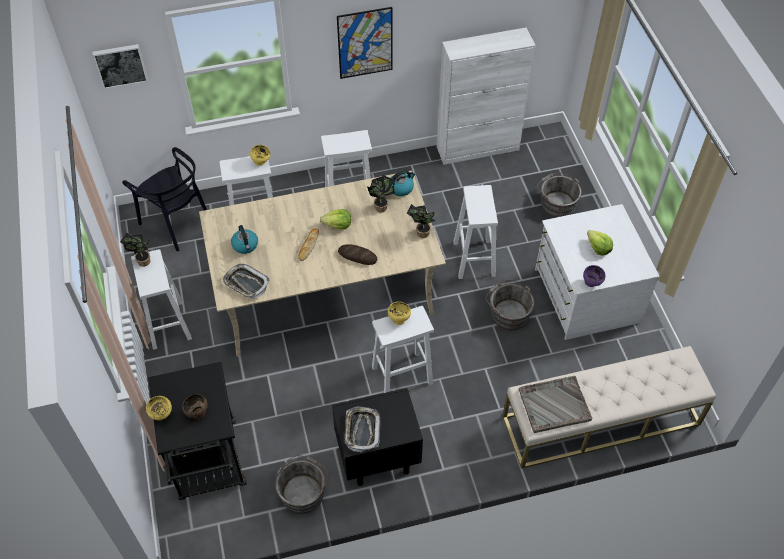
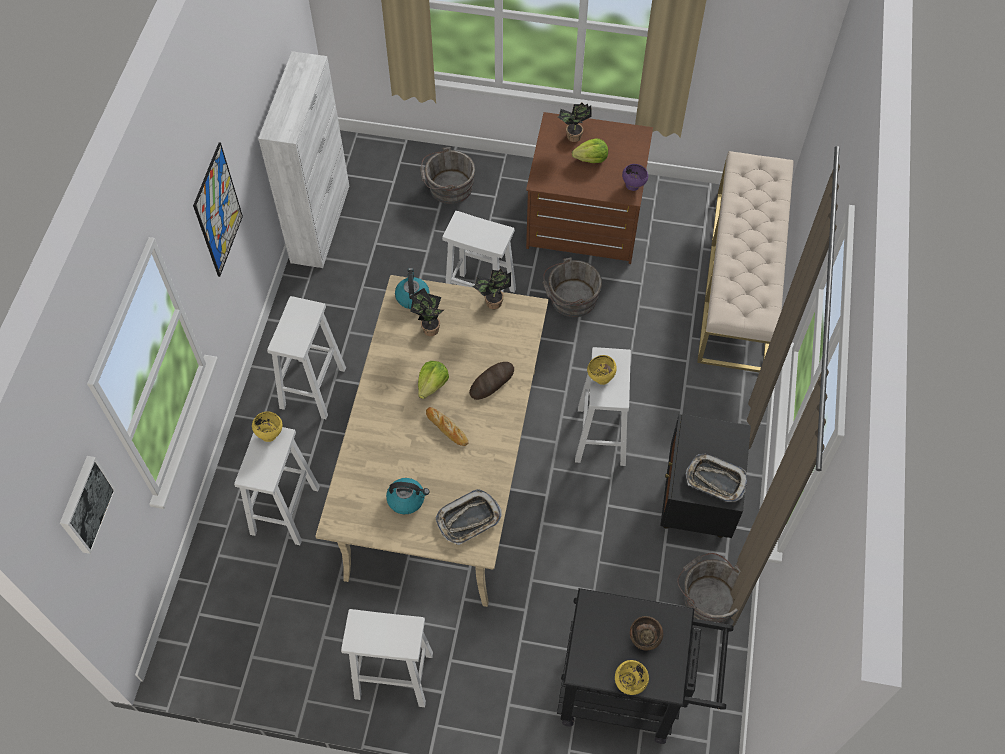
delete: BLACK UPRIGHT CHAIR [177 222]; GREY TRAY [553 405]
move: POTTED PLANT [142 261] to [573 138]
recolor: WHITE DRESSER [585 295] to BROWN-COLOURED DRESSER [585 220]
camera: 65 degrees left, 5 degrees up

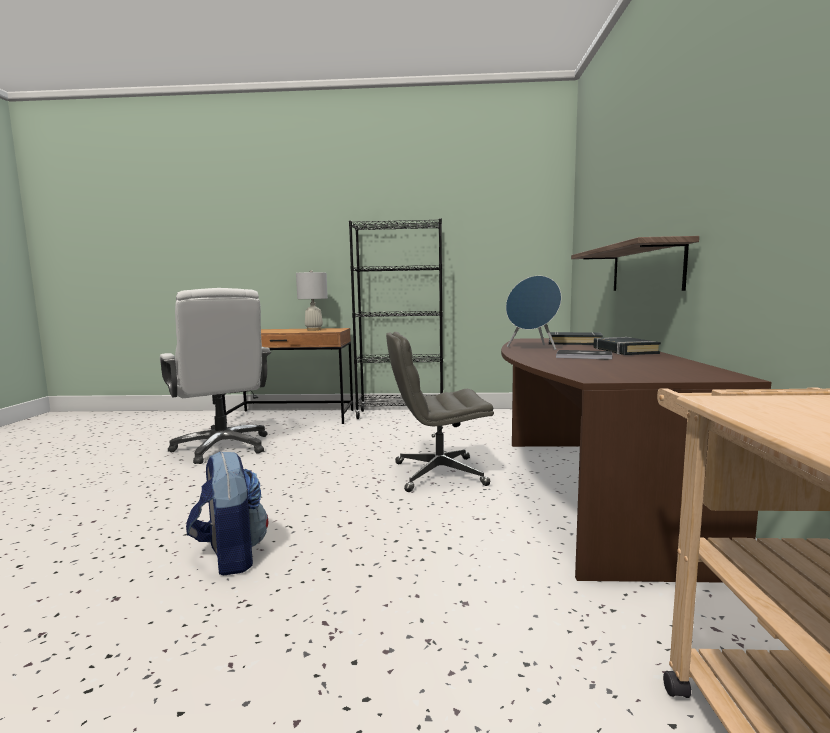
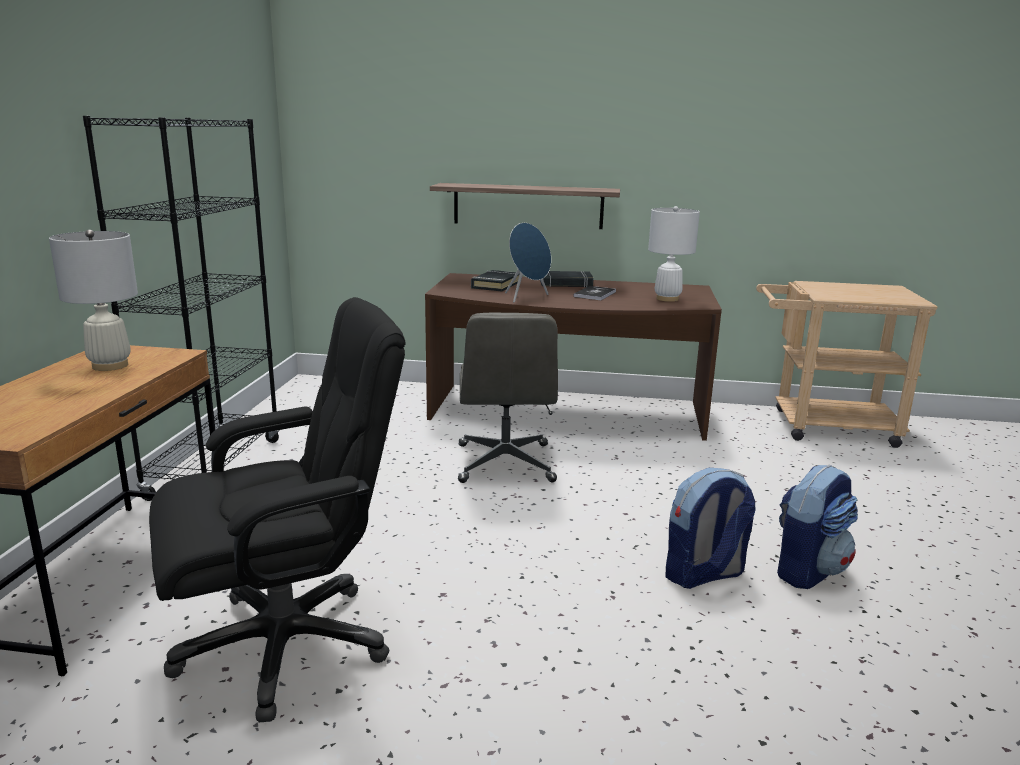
insert: WHITE TABLETOP LAMP [667 299]; BACKPACK [807 570]
recolor: WHITE COMPUTER CHAIR [223 447] to BLACK COMPUTER CHAIR [286 644]
camera: 85 degrees left, 10 degrees up

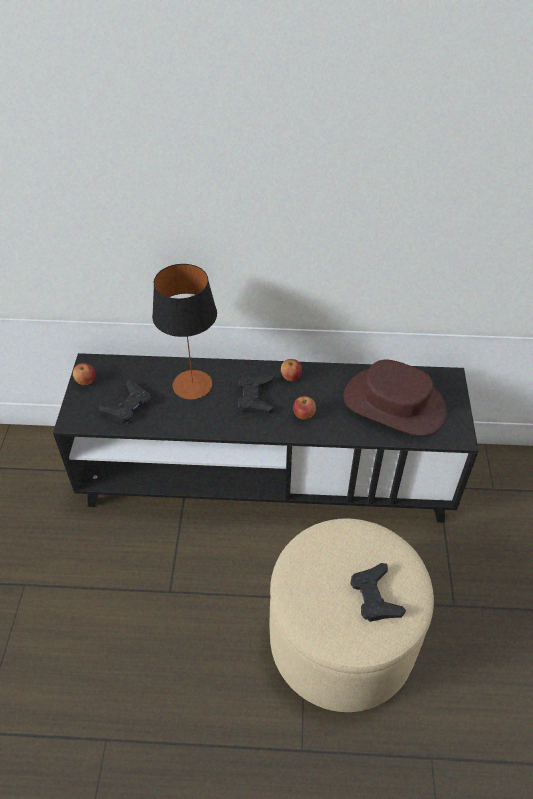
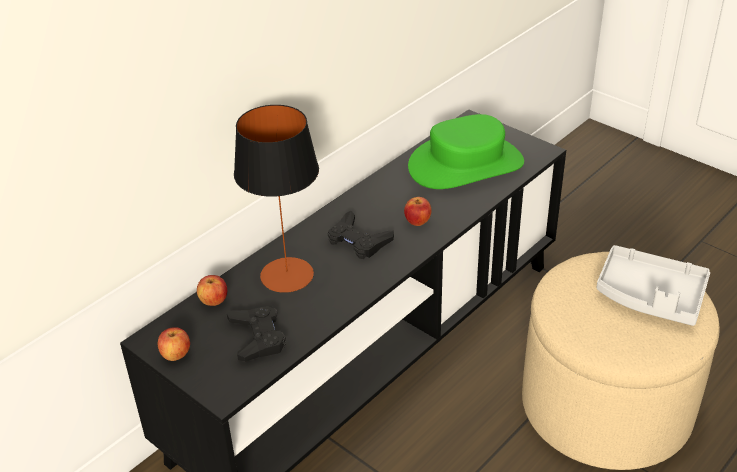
move: APPLE [291 377] to [214 301]
replace: BLACK JOYPAD [375 596] to GREY TRAY [650 296]
recolor: BROWN-COLOURED HAT [394 403] to GREEN HAT [466 164]
camera: 50 degrees left, 10 degrees down

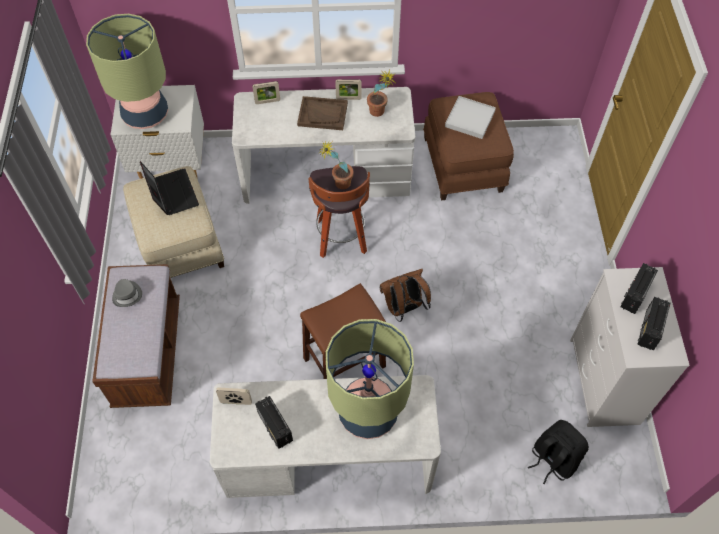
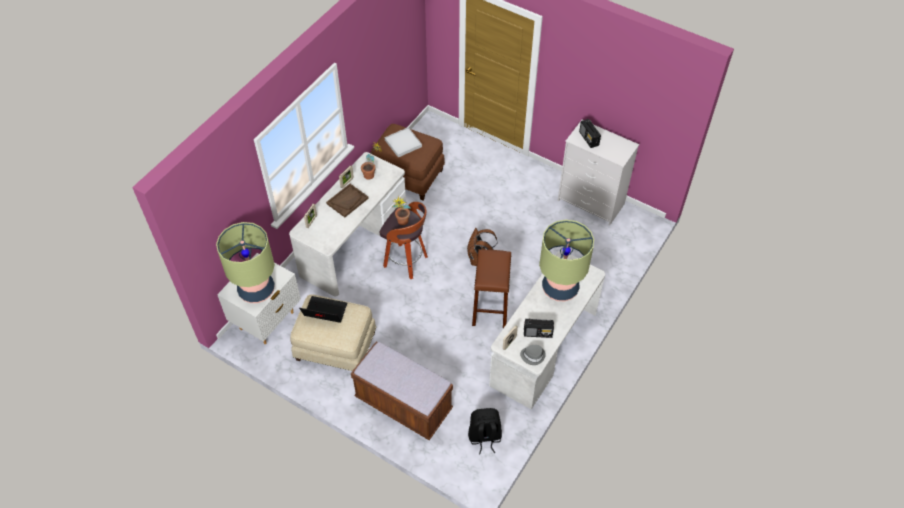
delete: RADIO [649 330]
move: GREY HAT [127 295] to [533 355]; BLACK BACKPACK [552 459] to [484 437]
camera: 55 degrees left, 5 degrees down

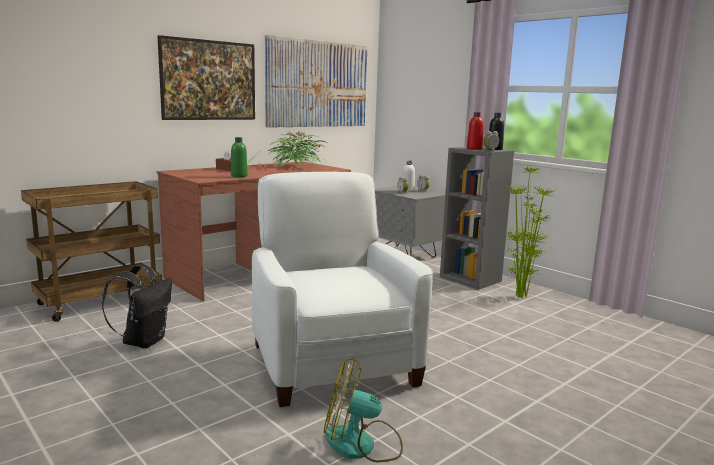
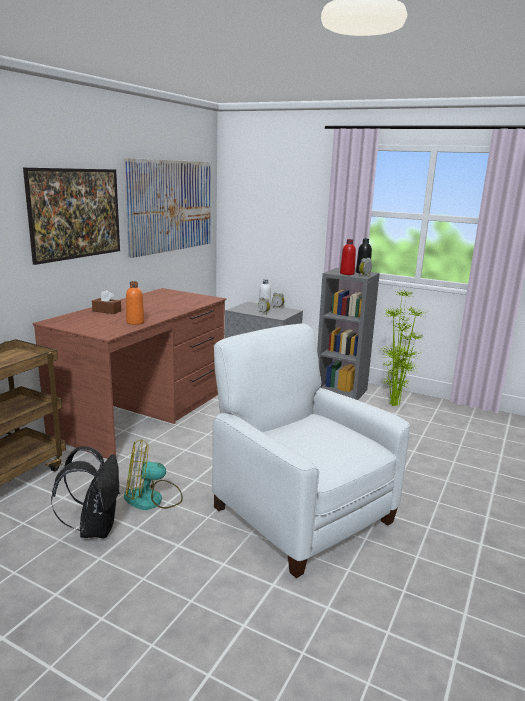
delete: POTTED PLANT [296 166]
move: FAN [361 444] to [152 499]
recolor: GREEN BEVERAGE BOTTLE [239 176] to ORANGEY BEVERAGE BOTTLE [135 322]
camera: 20 degrees left, 5 degrees up

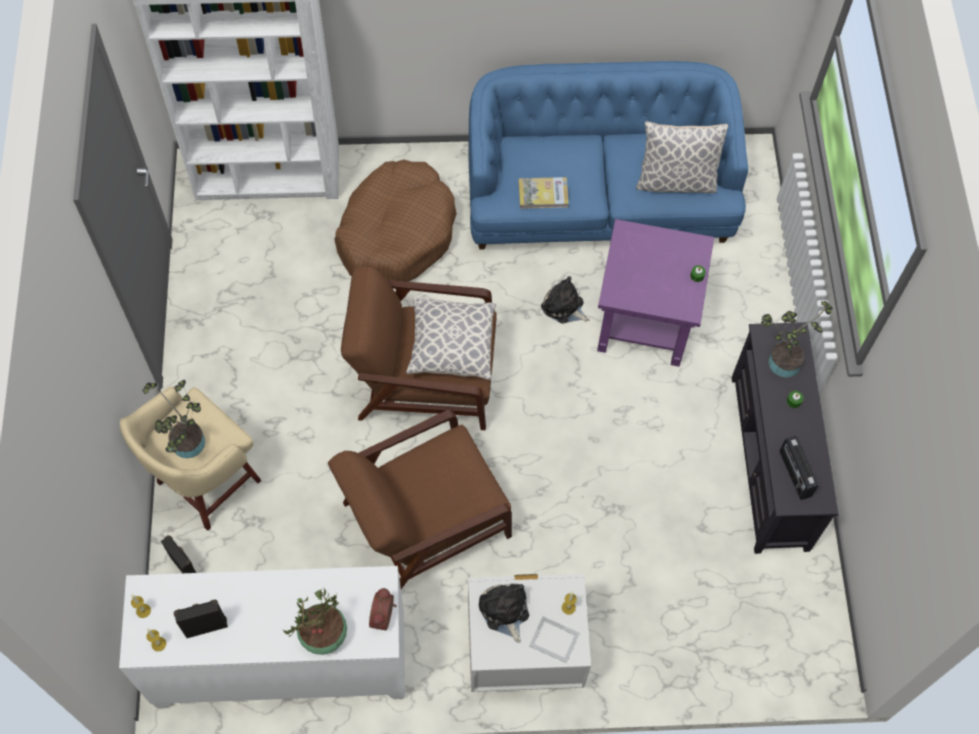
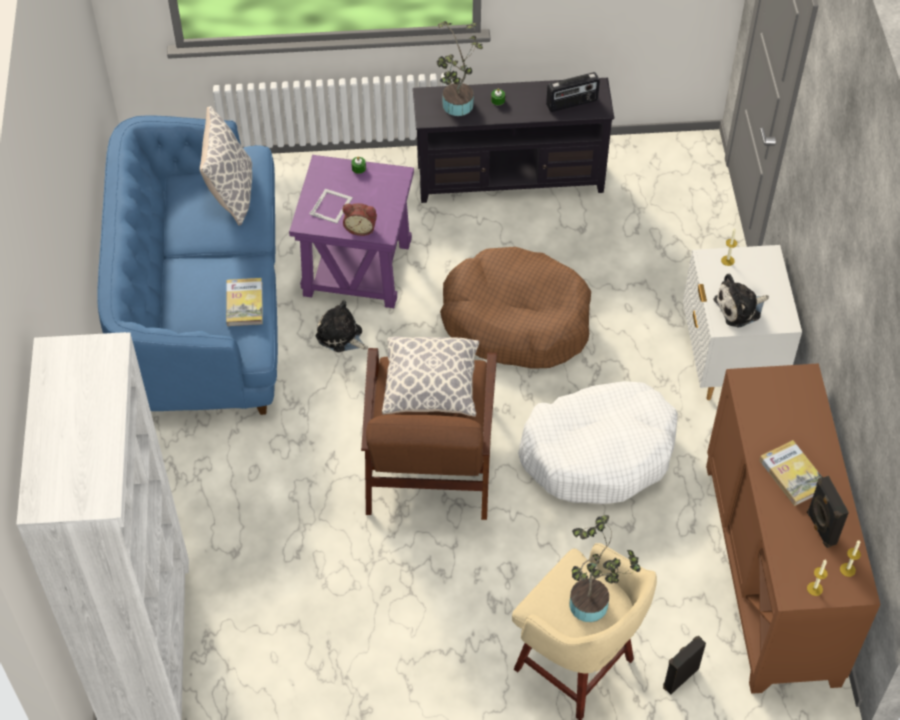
delete: POTTED PLANT [323 637]
insert: BOUND BOOK [793 475]
move: BROWN-COLOURED PET BED [396 232] to [516 321]; TABLE CLOCK [384 616] to [360 228]; STANDING FRAME [554 640] to [331 206]
replace: BROWN-COLOURED LOUNGE CHAIR [424 520] to WHITE PET BED [599 452]
recolor: WHITE CUPBOARD [281 663] to BROWN-COLOURED CUPBOARD [772 572]
rotate: PLUSH TOY [564 307] = [341 336] 90 degrees clockwise
camera: 90 degrees left, 10 degrees down

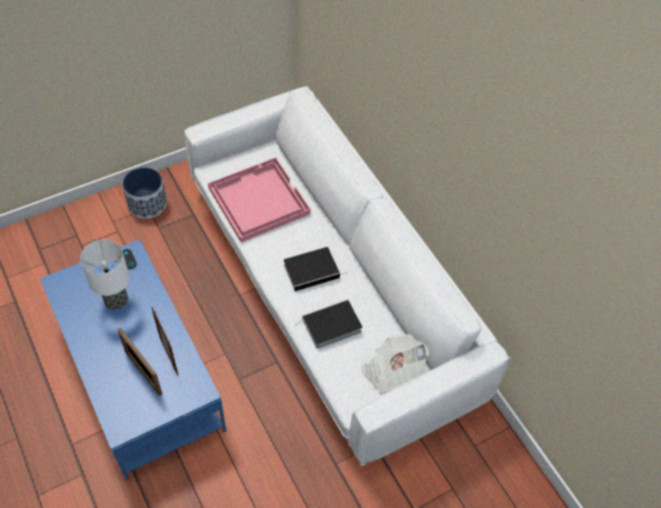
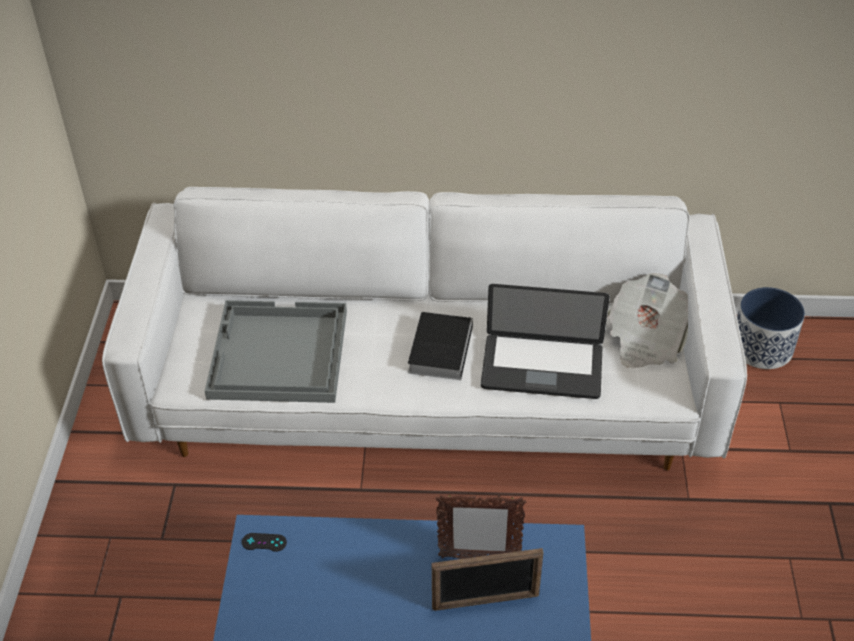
delete: TABLETOP LAMP [115 300]
move: PLANTER [147 204] to [761 347]
replace: BOUND BOOK [330 327] to NOTEBOOK COMPUTER [542 368]
recolor: PINKISH TRAY [257 200] to GREY TRAY [277 355]
camera: 55 degrees left, 10 degrees down

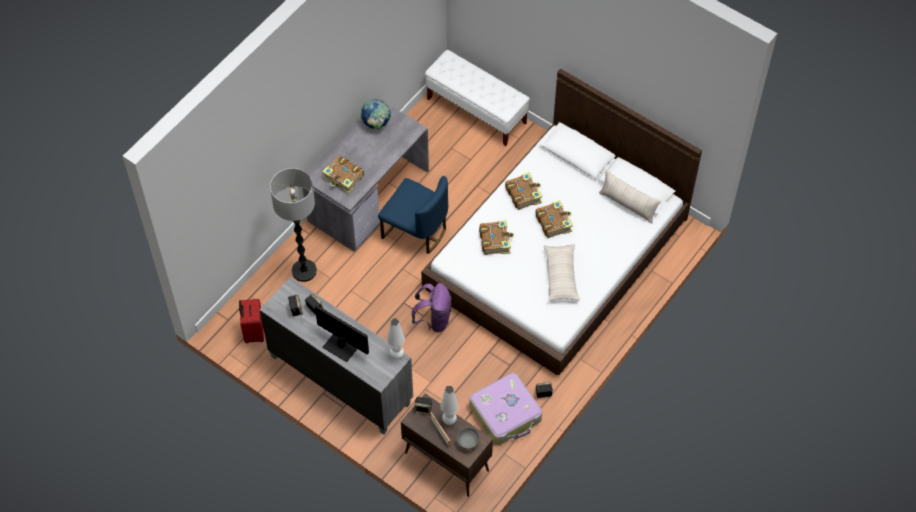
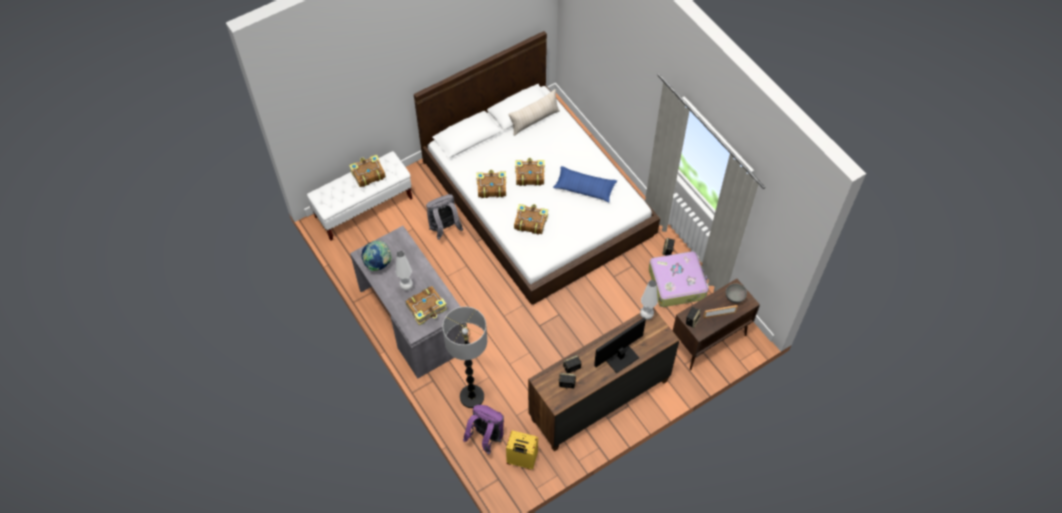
delete: BLUISH UPRIGHT CHAIR [415 231]
insert: BOUND BOOK [368 174]; GREY BACKPACK [444 228]
move: PURPLE-COLOURED BACKPACK [434 319] to [486 437]; WHITE TABLETOP LAMP [449 421] to [406 287]
recolor: SAND-COLOURED PILLOW [561 276] to BLUISH PILLOW [584 188]; GREY DRESSER [340 379] to BROWN-COLOURED DRESSER [599 400]; RED TRAVEL CASE [253 332] to YELLOW TRAVEL CASE [521 460]
camera: 70 degrees left, 0 degrees up

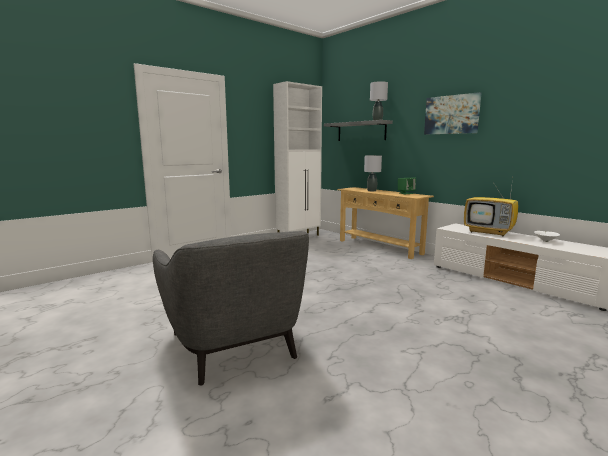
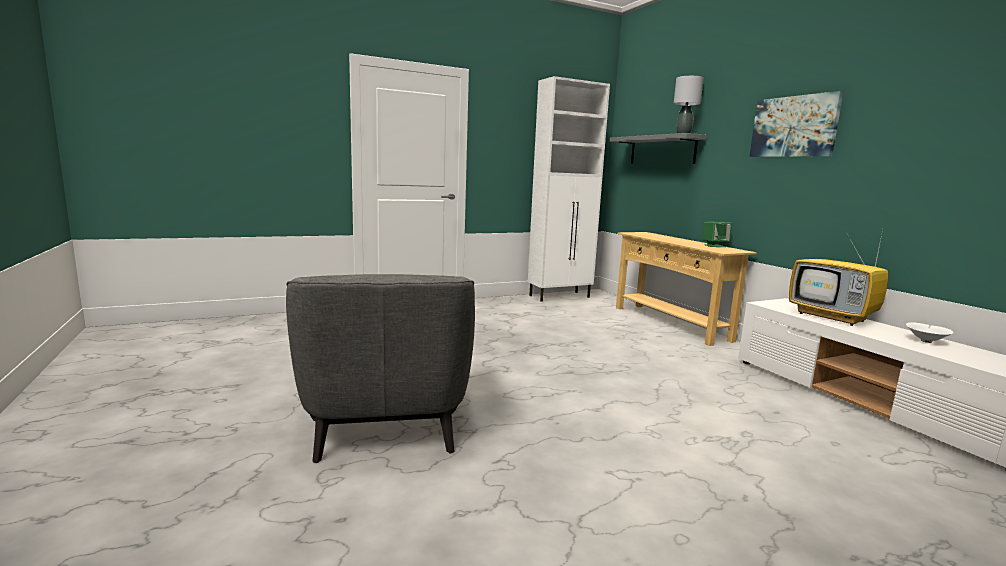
delete: GREY TABLETOP LAMP [371 191]
camera: 15 degrees right, 0 degrees up

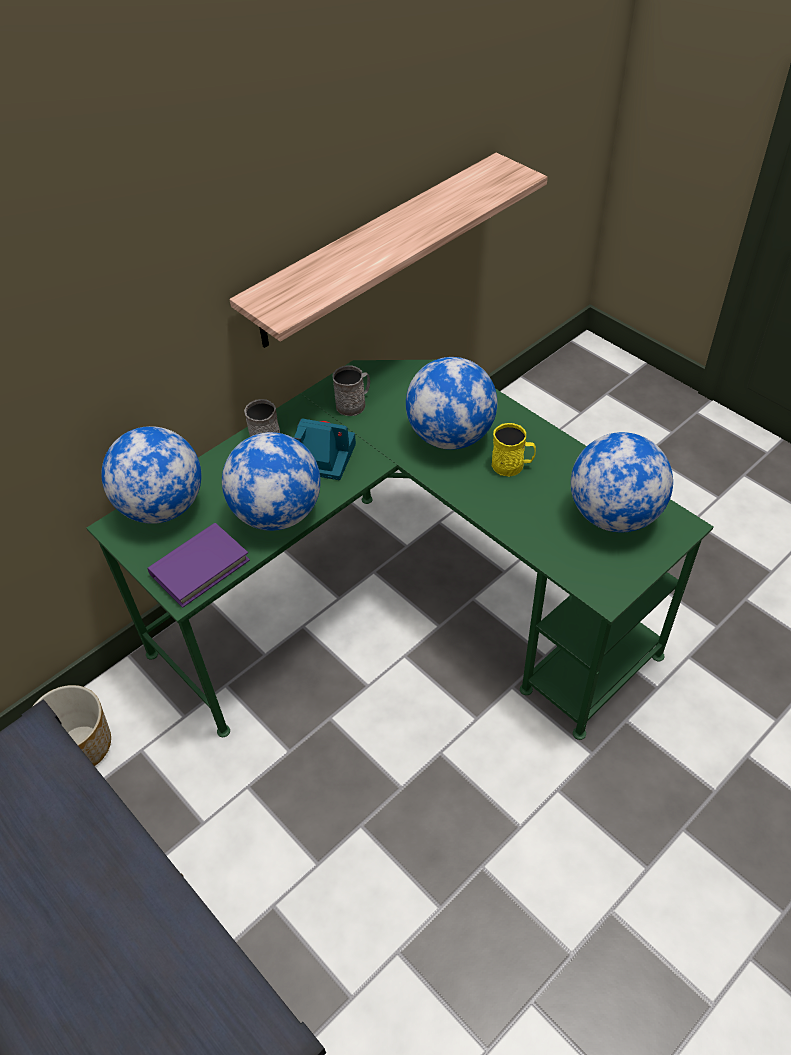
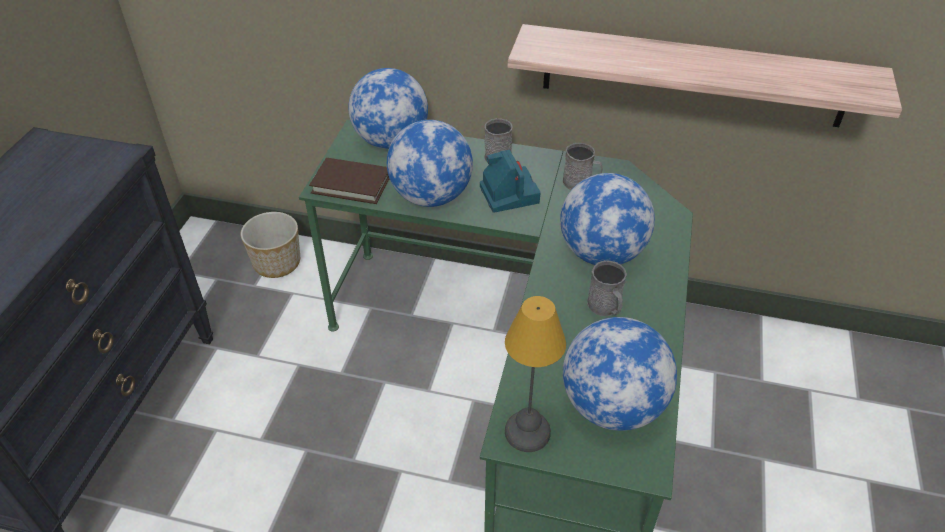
insert: TABLETOP LAMP [526 432]
recolor: YELLOW MUG [512 465] to GREY MUG [606 307]; PURPLE-COLOURED BOUND BOOK [200 567] to BROWN-COLOURED BOUND BOOK [351 184]
camera: 55 degrees right, 5 degrees down

